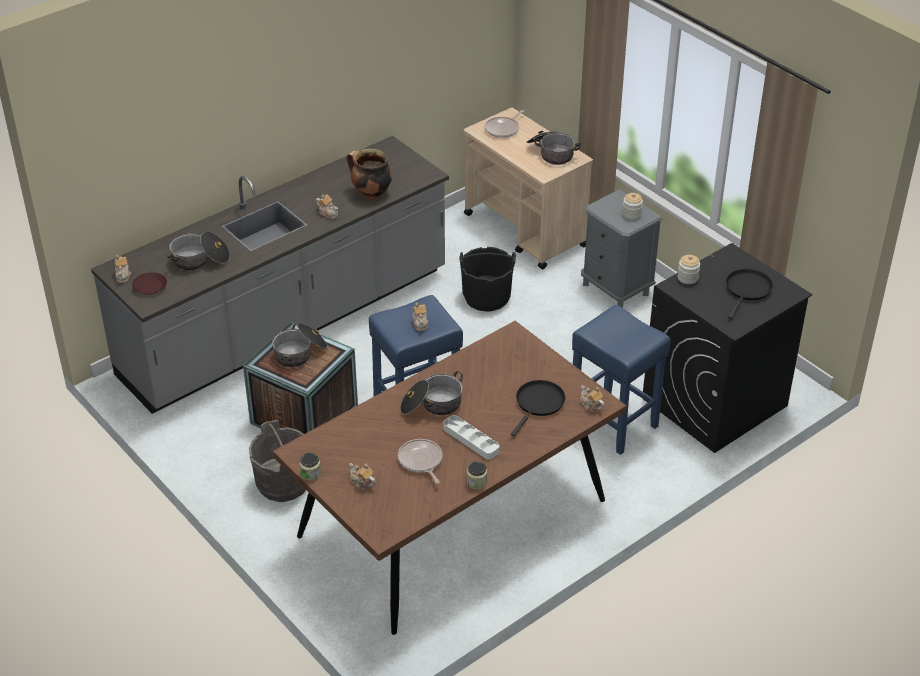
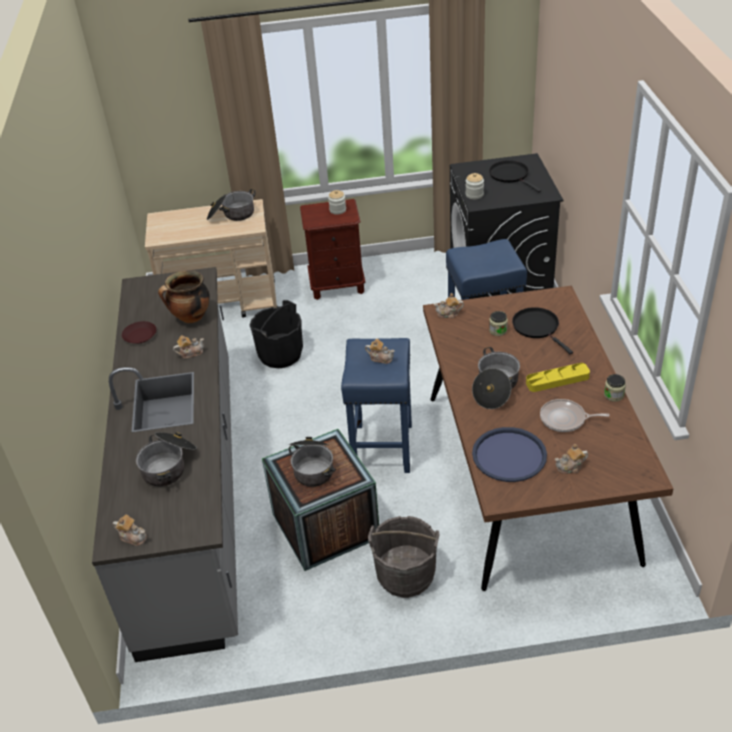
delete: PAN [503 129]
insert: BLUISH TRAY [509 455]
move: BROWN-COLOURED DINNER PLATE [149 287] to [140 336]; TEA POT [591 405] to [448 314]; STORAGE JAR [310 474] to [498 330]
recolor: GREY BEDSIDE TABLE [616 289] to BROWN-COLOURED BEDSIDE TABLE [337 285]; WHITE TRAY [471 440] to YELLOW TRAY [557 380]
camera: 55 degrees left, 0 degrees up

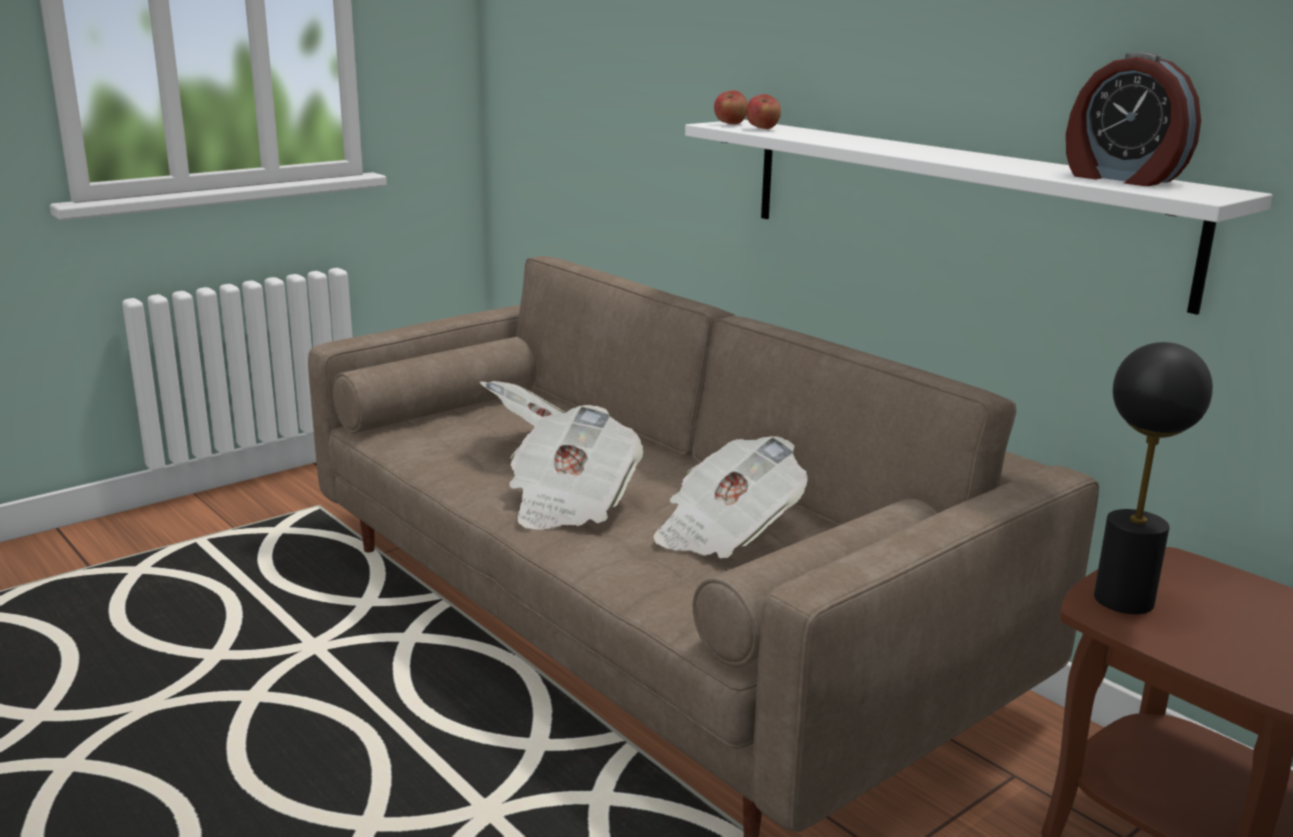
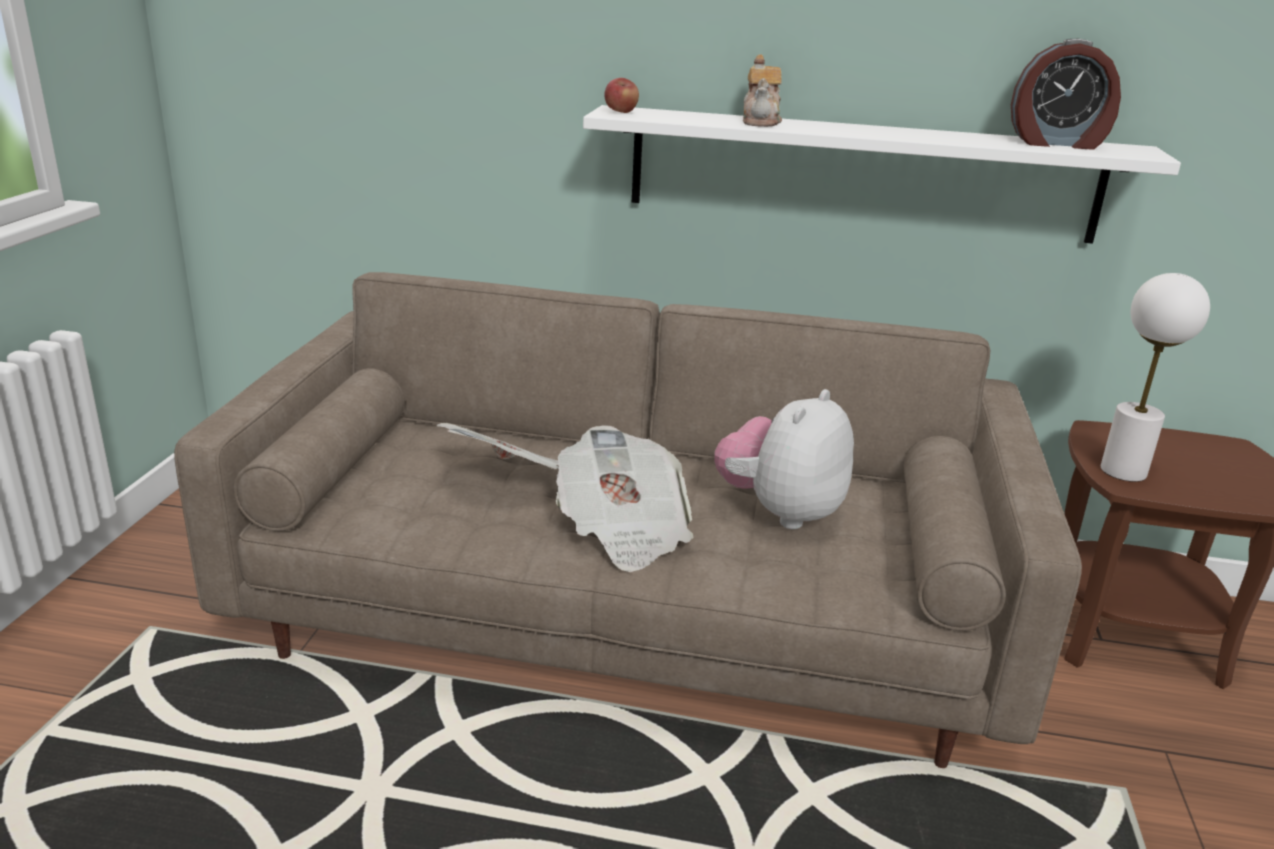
delete: APPLE [762 129]
insert: TEA POT [761 122]
replace: NEWSPAPER [726 533] to PLUSH TOY [781 512]
recolor: BLACK TABLETOP LAMP [1124 599] to WHITE TABLETOP LAMP [1123 471]
camera: 40 degrees left, 5 degrees up

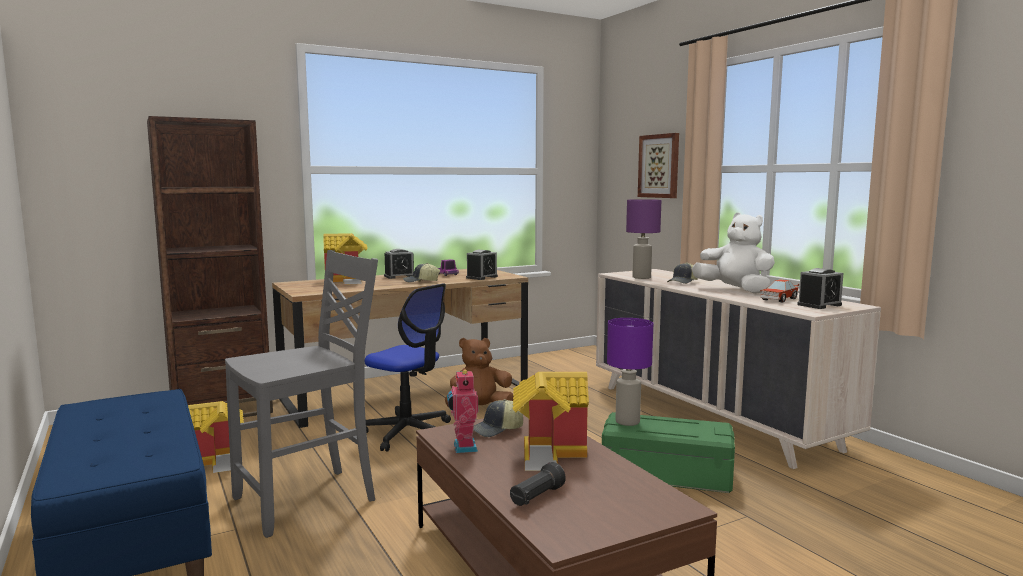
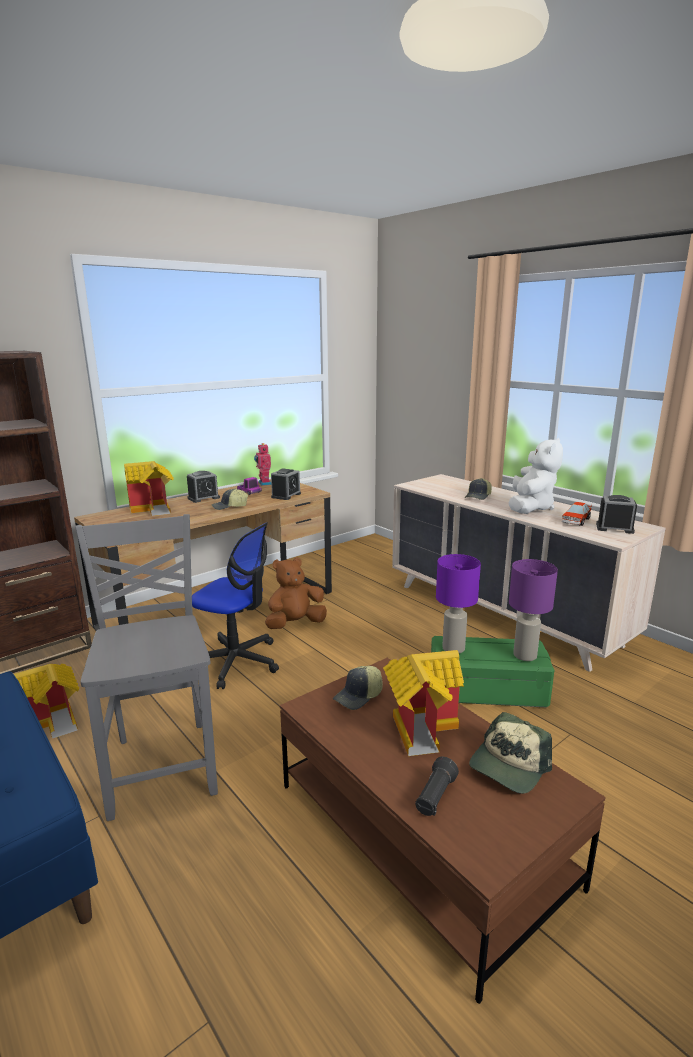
delete: WALL ART [659 166]
insert: PEAKED CAP [509 765]
move: PURPLE-COLOURED TABLETOP LAMP [642 277] to [525 655]; ROBOT FIGURE [463 447] to [264 483]
rotate: WHITE PLUSH TOY [734 290] = [530 508] 75 degrees clockwise; GREY UPRIGHT CHAIR [308 500] = [164 764] 60 degrees counterclockwise; TABLE CLOCK [819 305] = [614 528] 120 degrees counterclockwise
camera: 10 degrees left, 10 degrees up

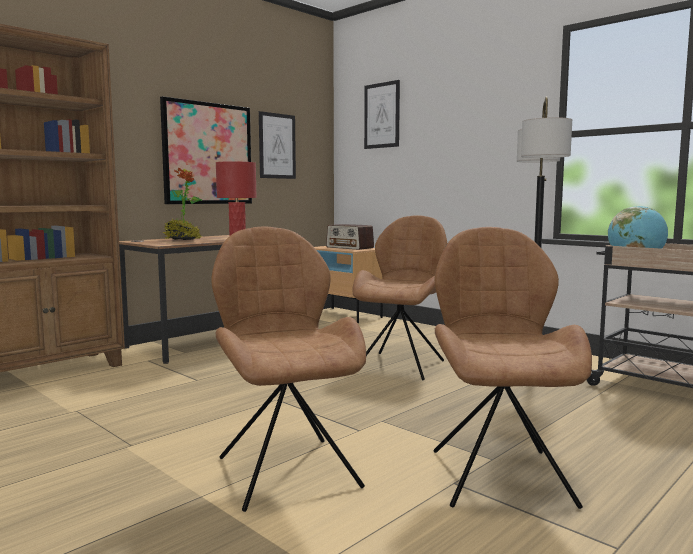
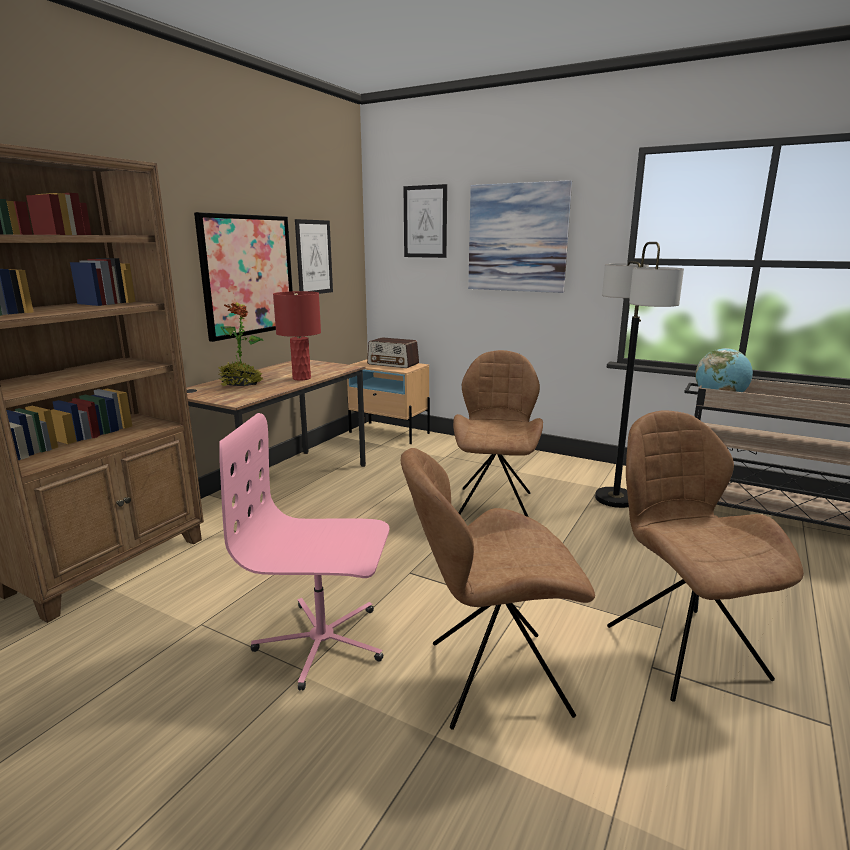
insert: WALL ART [517 238]; PINKISH COMPUTER CHAIR [322 642]
rotate: BROWN-COLOURED UPRIGHT CHAIR [286 469] = [491 678] 60 degrees counterclockwise
camera: 15 degrees left, 10 degrees up

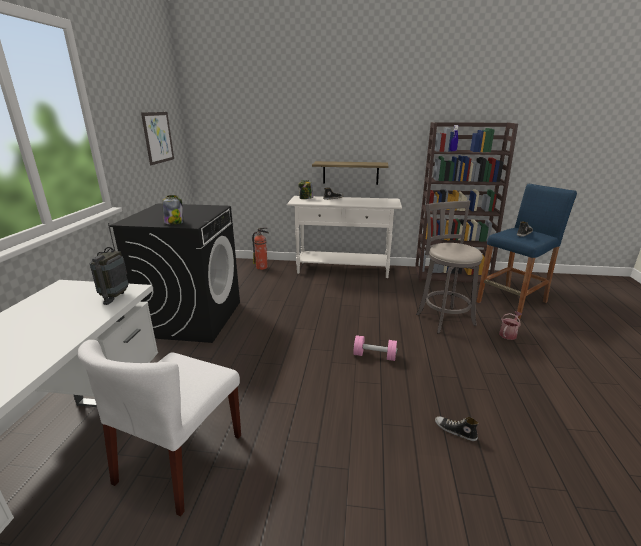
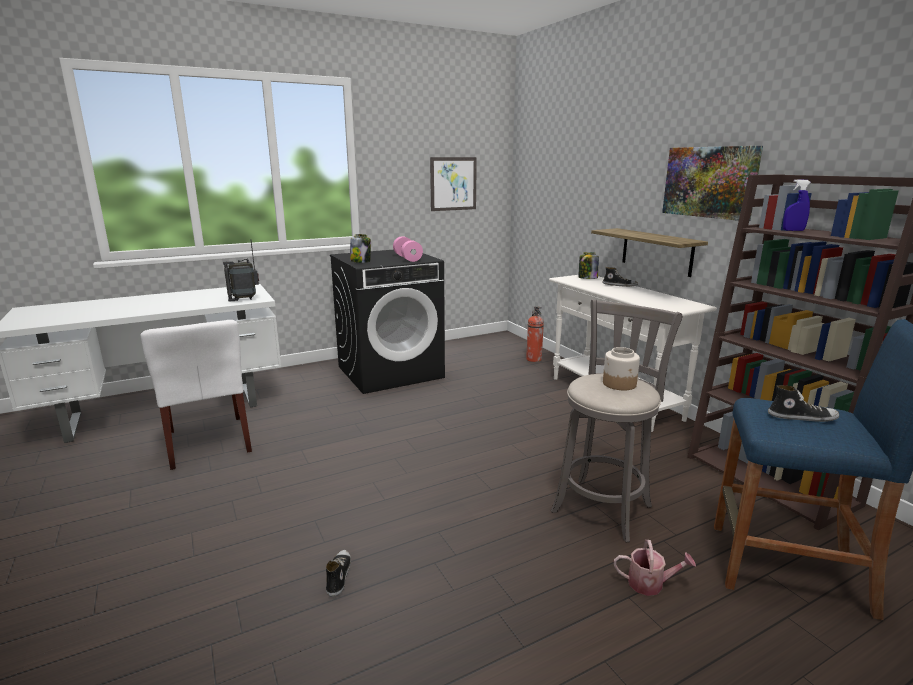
insert: WALL ART [709 182]; STORAGE JAR [619 384]
move: PINKISH HAND WEIGHT [374 356] to [407 258]
rotate: WHITE UPRIGHT CHAIR [180 459] = [209 441] 105 degrees counterclockwise
camera: 55 degrees right, 5 degrees down

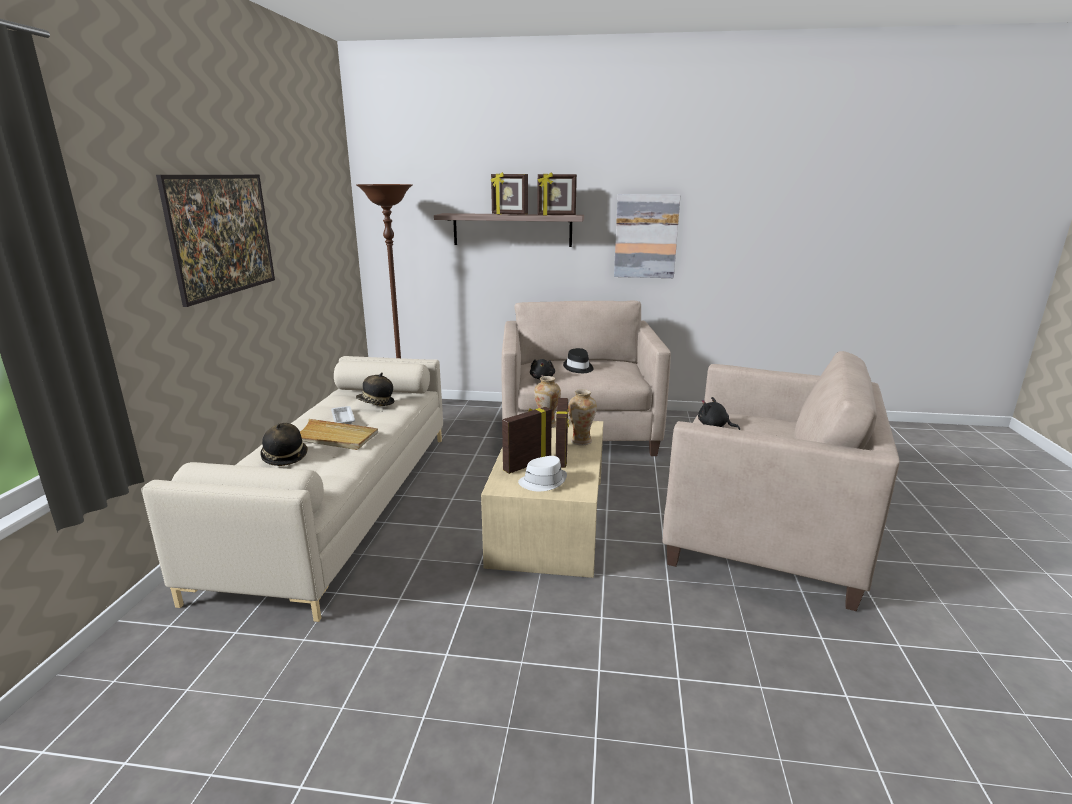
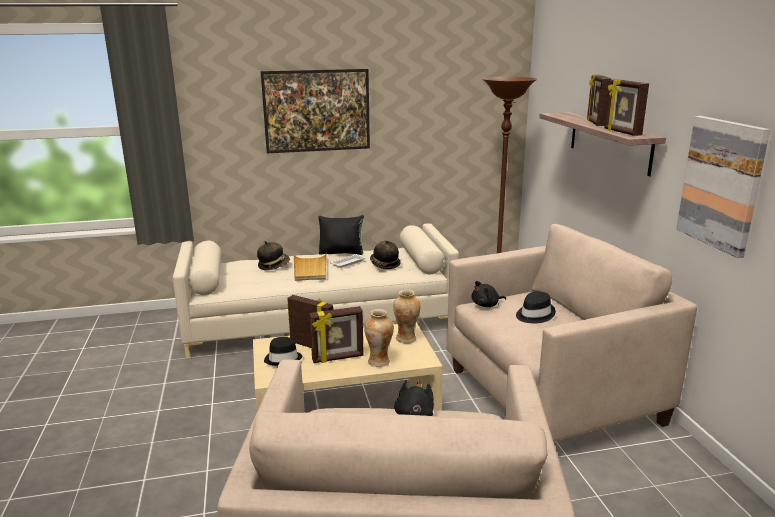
insert: BLACK PILLOW [341 252]
recolor: WHITE HAT [543 482] to BLACK HAT [283 358]
camera: 70 degrees right, 0 degrees up

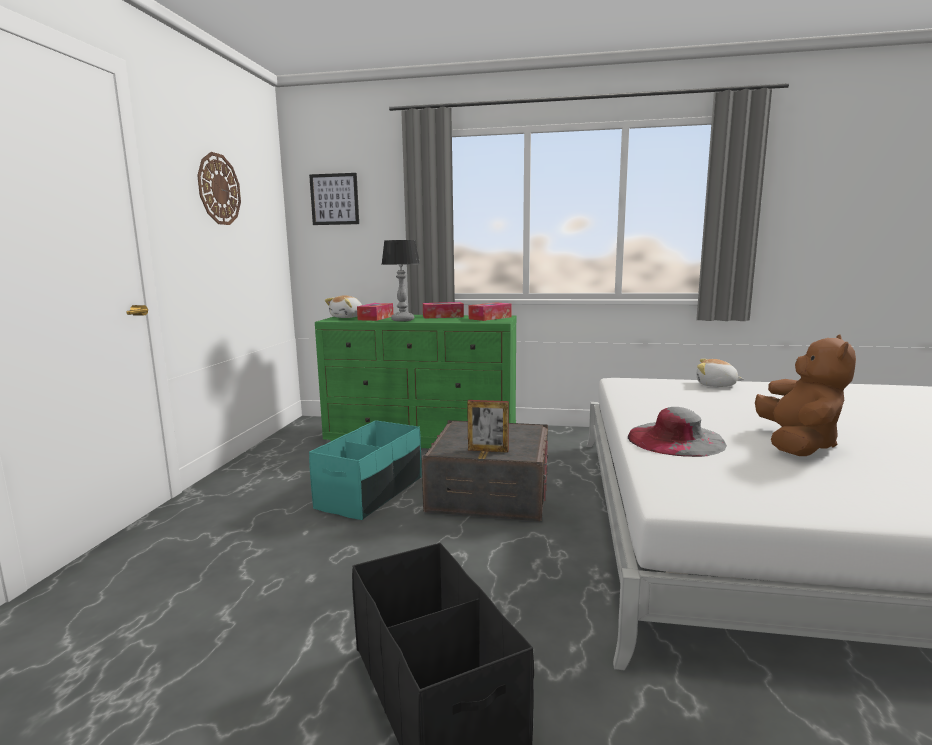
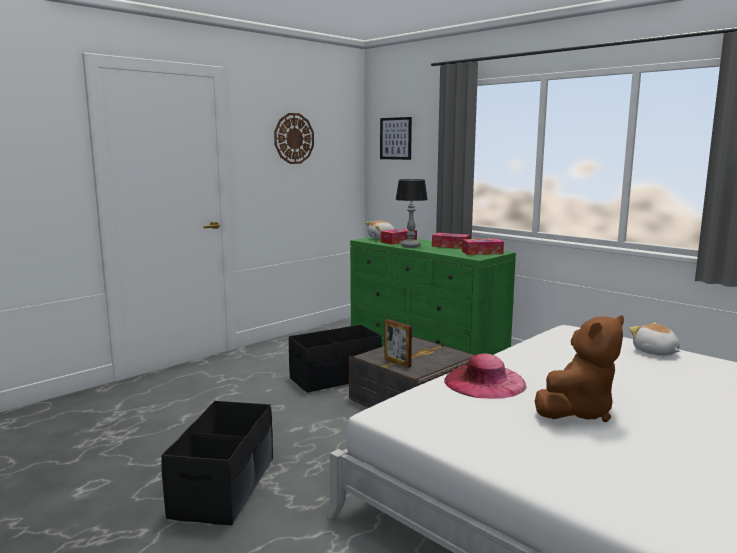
recolor: GREY HAT [675 440] to PINKISH HAT [485 382]; BLUE-GREEN STORAGE CONTAINER [371 492] to BLACK STORAGE CONTAINER [336 378]
camera: 35 degrees right, 0 degrees up

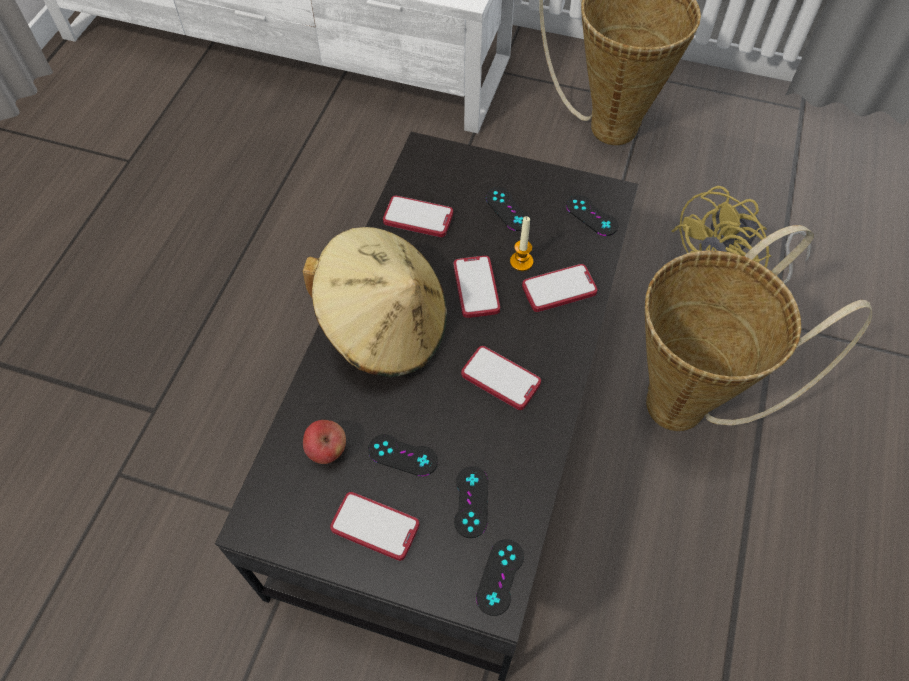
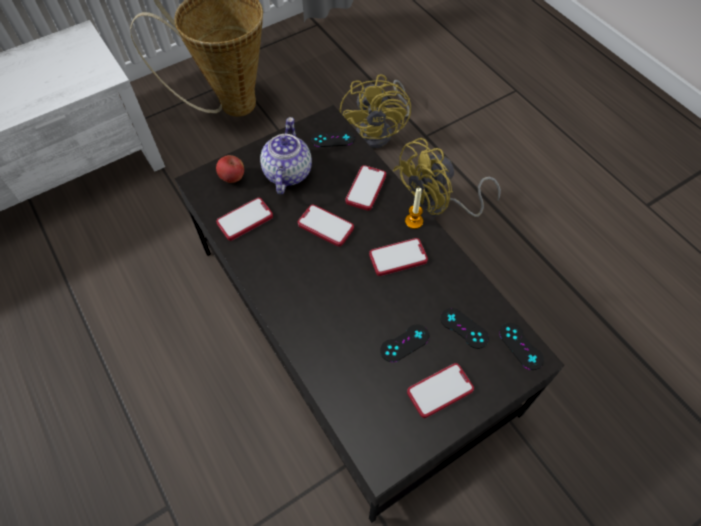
delete: SAND-COLOURED HAT [385 326]
move: WAX LIGHT [521 262] to [414 221]; APPLE [327 450] to [232 177]
replace: BLACK JOYPAD [508 209] to TEA POT [287 172]; HOUSEHOLD BASKET [688 402] to YELLOW FAN [436 206]
camera: 50 degrees left, 0 degrees up

